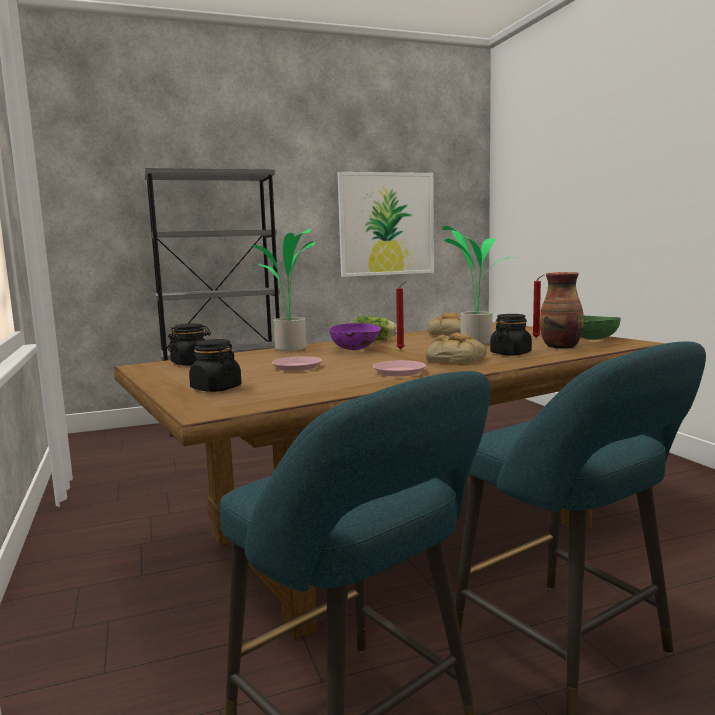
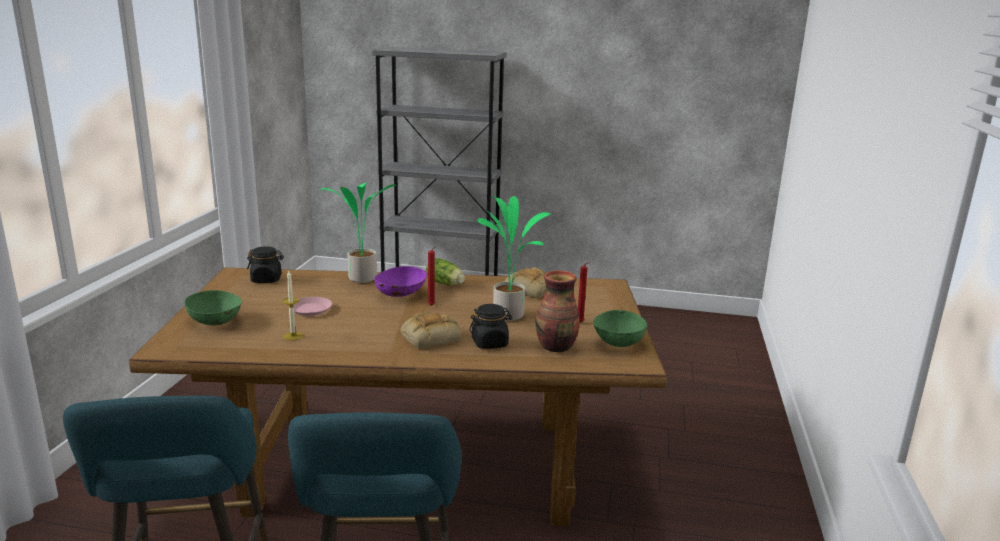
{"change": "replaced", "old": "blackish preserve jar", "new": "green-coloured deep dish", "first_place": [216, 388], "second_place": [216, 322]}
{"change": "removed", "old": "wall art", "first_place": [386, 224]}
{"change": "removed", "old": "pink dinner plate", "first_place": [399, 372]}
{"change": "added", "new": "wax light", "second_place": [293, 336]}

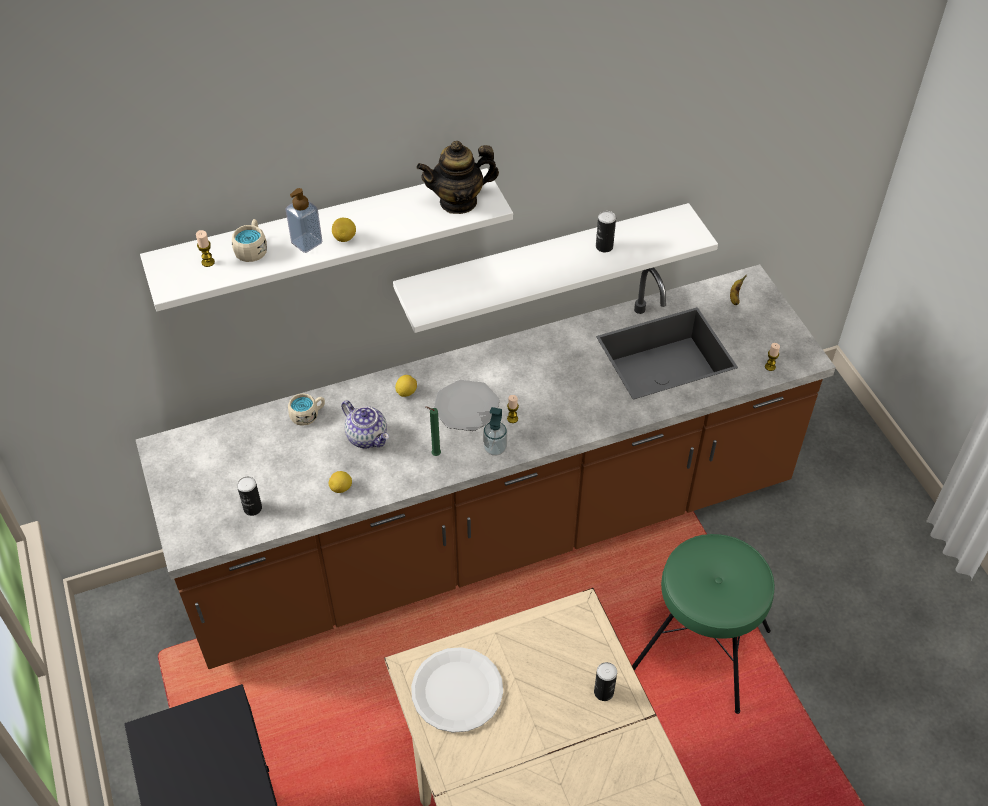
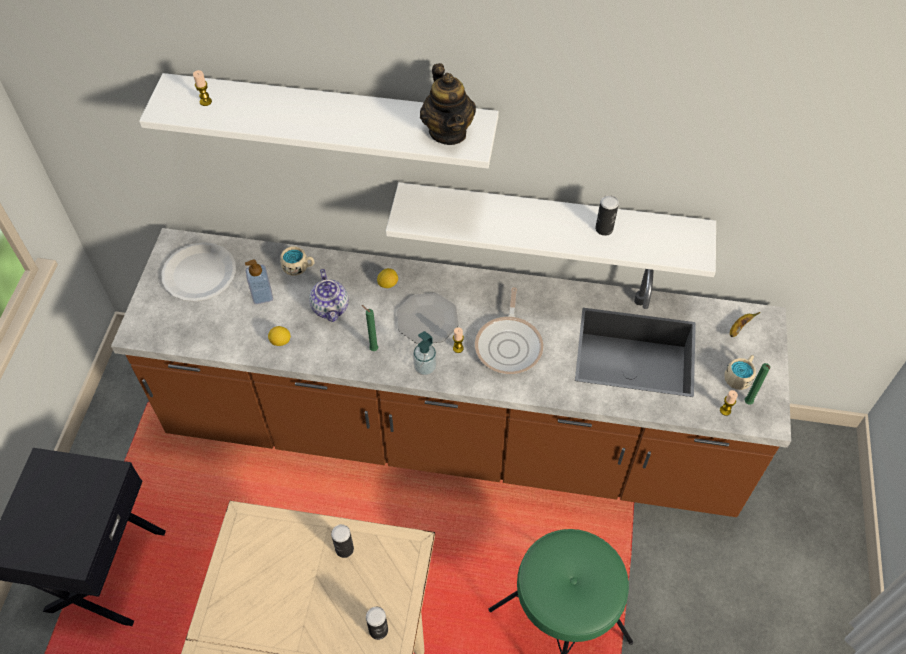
{"change": "moved", "old": "sand-coloured coffee mug", "first_place": [252, 249], "second_place": [739, 376]}
{"change": "moved", "old": "can", "first_place": [252, 508], "second_place": [344, 549]}
{"change": "moved", "old": "soap dispenser", "first_place": [307, 243], "second_place": [262, 296]}
{"change": "removed", "old": "citrus fruit", "first_place": [345, 238]}
{"change": "moved", "old": "whitish dinner plate", "first_place": [457, 691], "second_place": [199, 273]}
{"change": "turned", "old": "pot for tea", "first_place": [458, 201], "second_place": [448, 132], "degrees": -120}
{"change": "added", "new": "frying pan", "second_place": [509, 345]}
{"change": "added", "new": "green-coloured wax light", "second_place": [748, 403]}

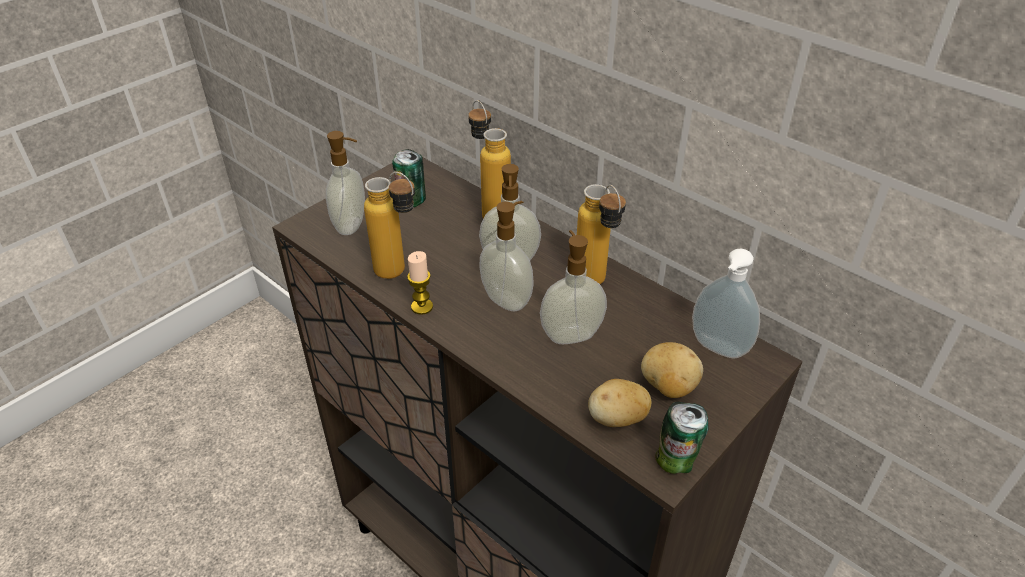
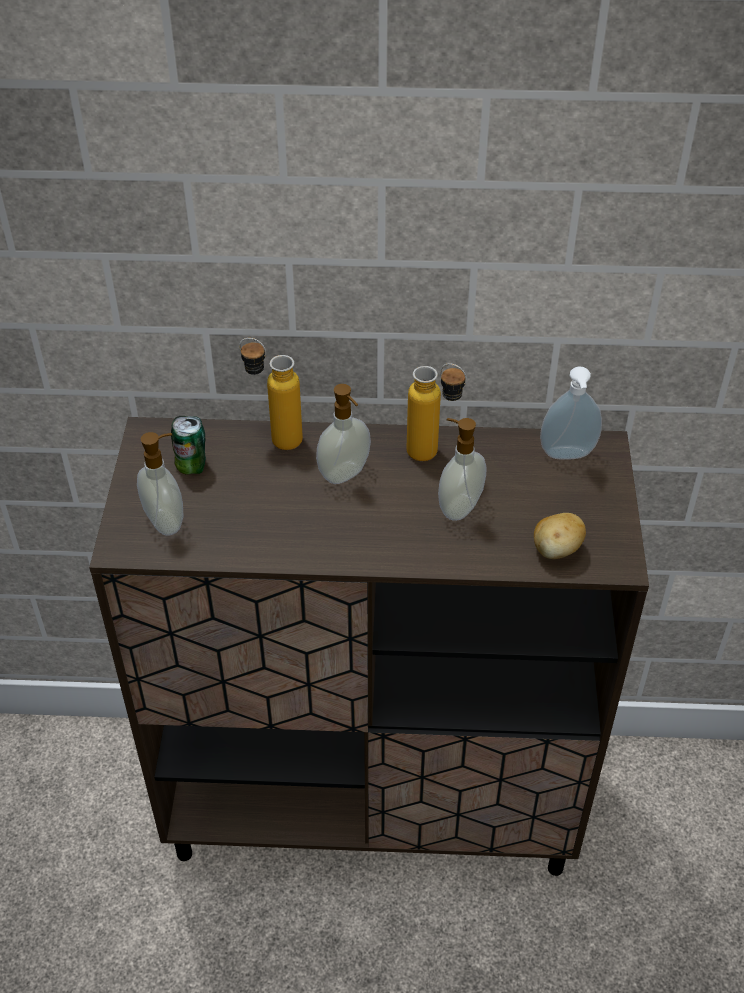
{"change": "removed", "old": "drink bottle", "first_place": [399, 275]}
{"change": "removed", "old": "wax light", "first_place": [422, 307]}
{"change": "removed", "old": "soap dispenser", "first_place": [507, 299]}
{"change": "removed", "old": "whole potato", "first_place": [668, 387]}
{"change": "removed", "old": "can", "first_place": [676, 462]}

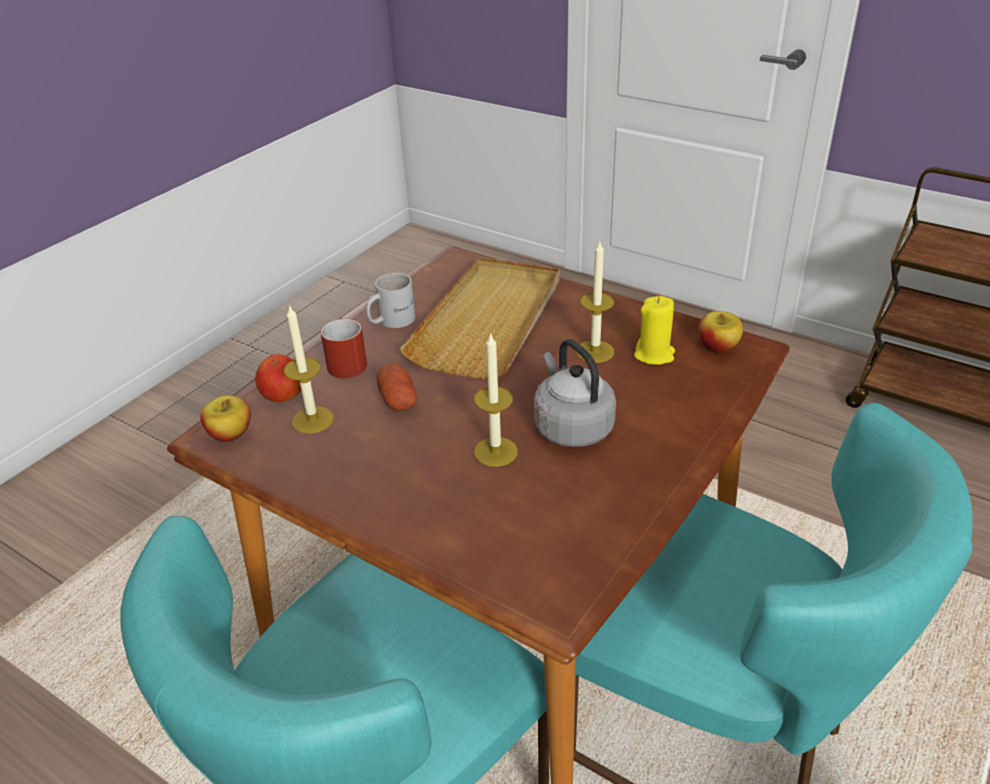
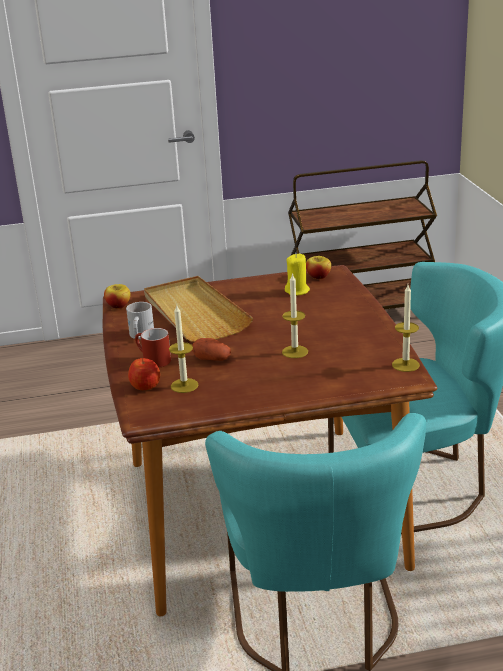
{"change": "moved", "old": "whole apple", "first_place": [230, 434], "second_place": [118, 306]}
{"change": "removed", "old": "greyish water kettle", "first_place": [571, 426]}
{"change": "moved", "old": "wax light", "first_place": [595, 351], "second_place": [405, 365]}

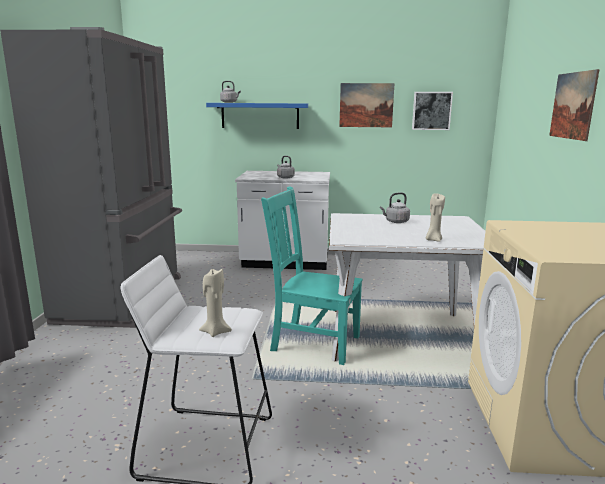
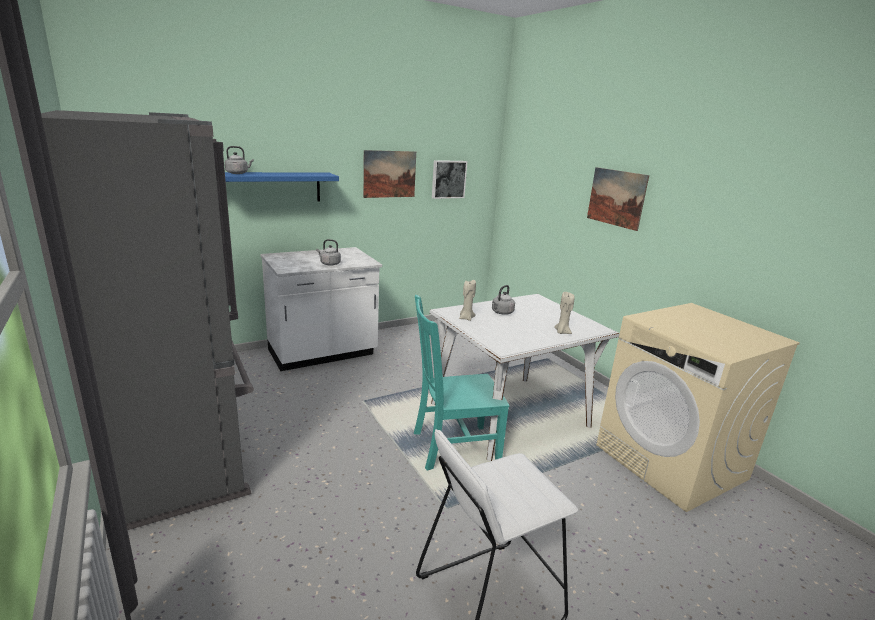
{"change": "moved", "old": "sand-coloured wax light", "first_place": [215, 332], "second_place": [466, 318]}

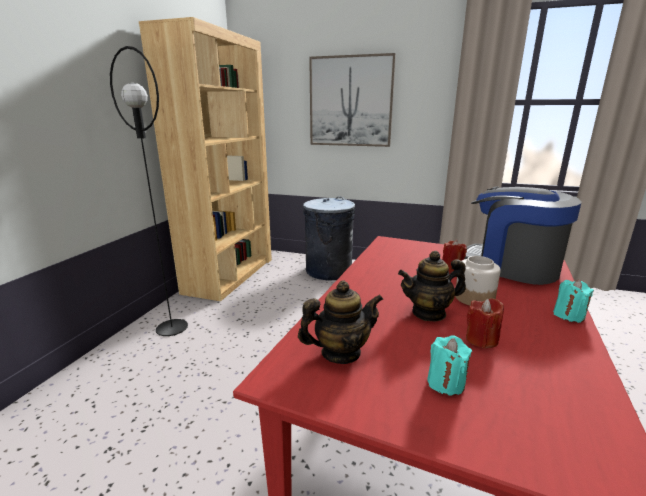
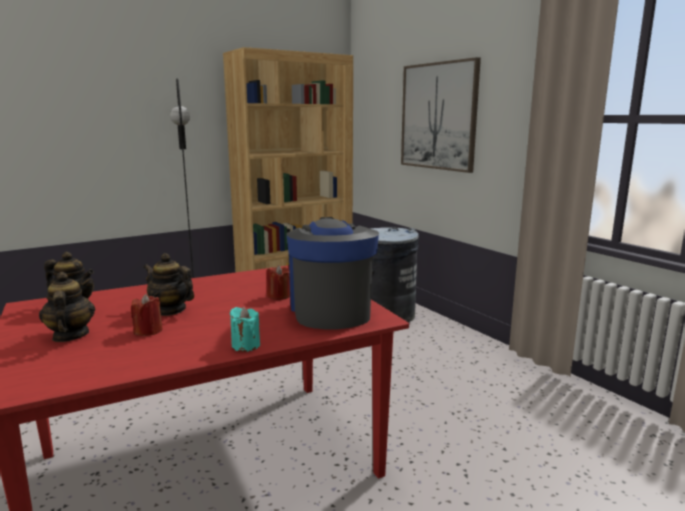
{"change": "replaced", "old": "turquoise-coloured wax light", "new": "pot for tea", "first_place": [446, 383], "second_place": [70, 336]}
{"change": "removed", "old": "preserve jar", "first_place": [475, 298]}

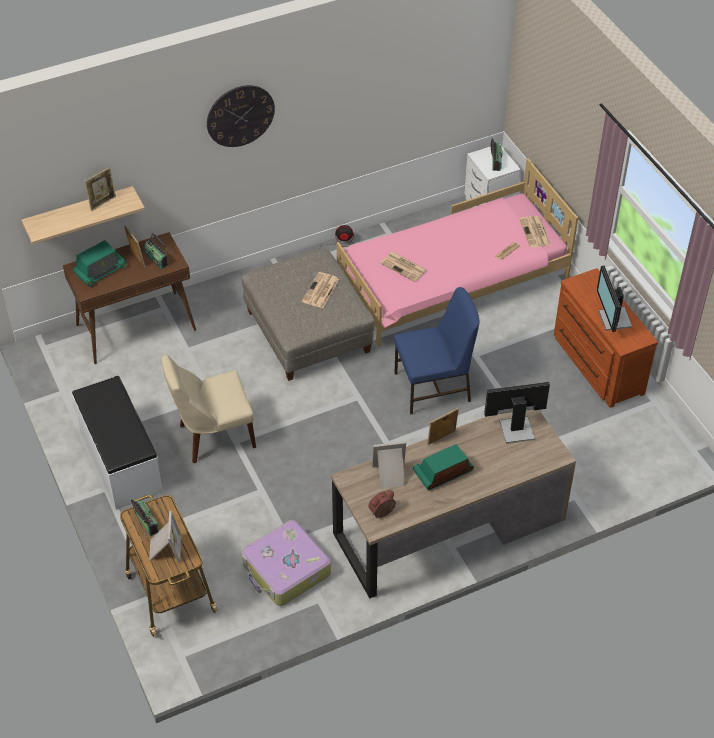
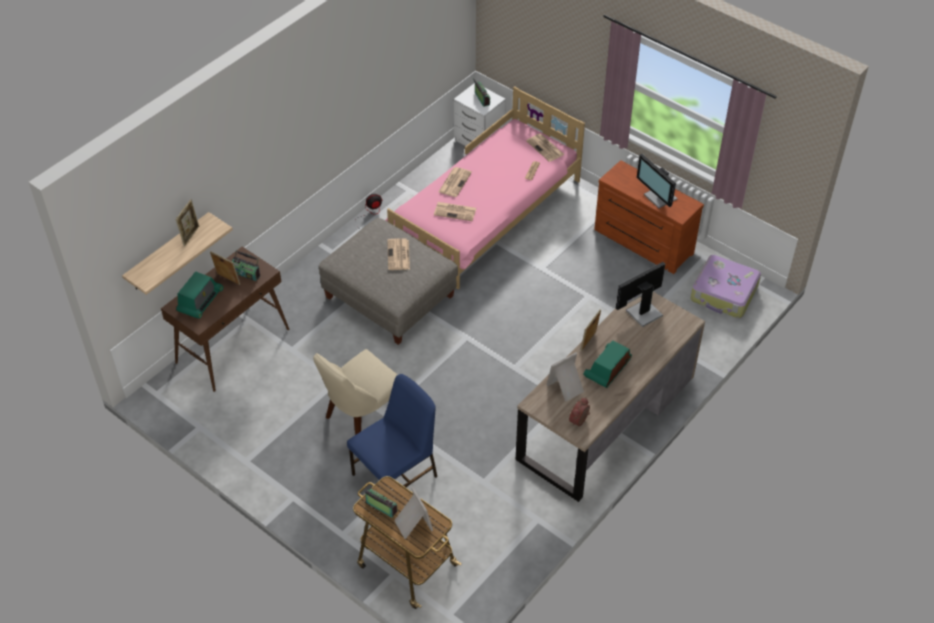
{"change": "removed", "old": "whitish bench", "first_place": [120, 461]}
{"change": "removed", "old": "hanging clock", "first_place": [240, 115]}
{"change": "moved", "old": "travel case", "first_place": [286, 570], "second_place": [724, 294]}
{"change": "moved", "old": "blue-coloured plain chair", "first_place": [434, 387], "second_place": [396, 475]}
{"change": "added", "new": "newspaper", "second_place": [454, 182]}

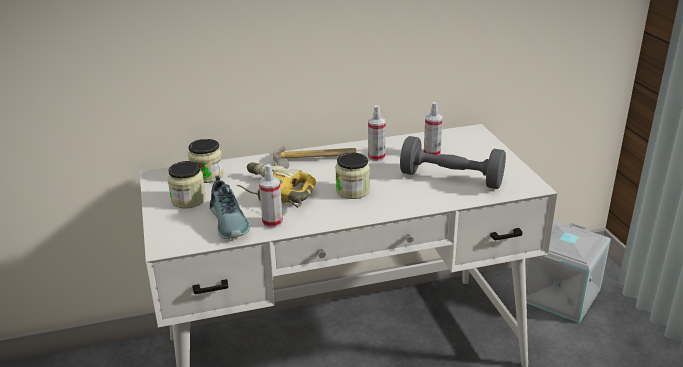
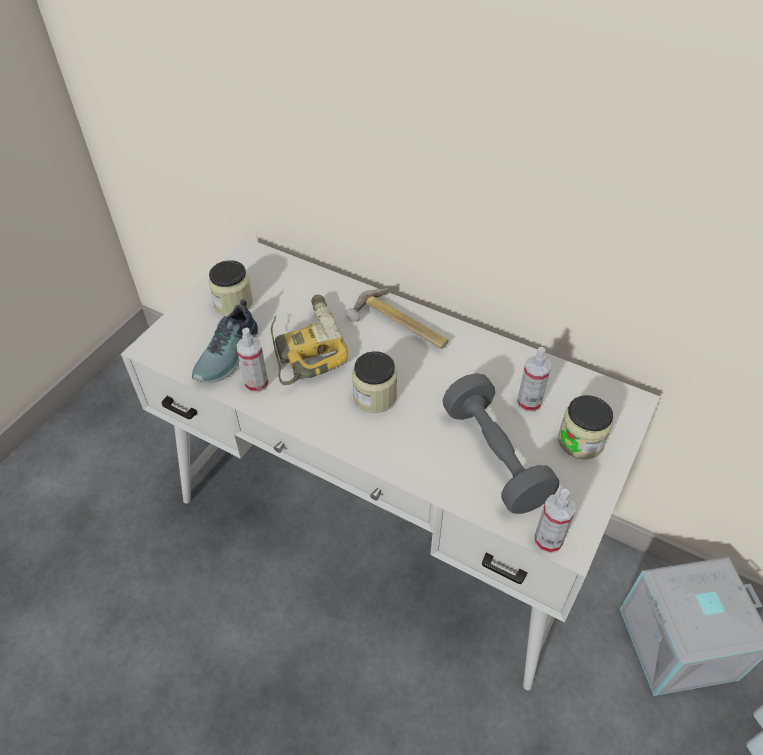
{"change": "moved", "old": "preserve jar", "first_place": [207, 175], "second_place": [580, 441]}
{"change": "moved", "old": "sprayer", "first_place": [376, 157], "second_place": [548, 540]}

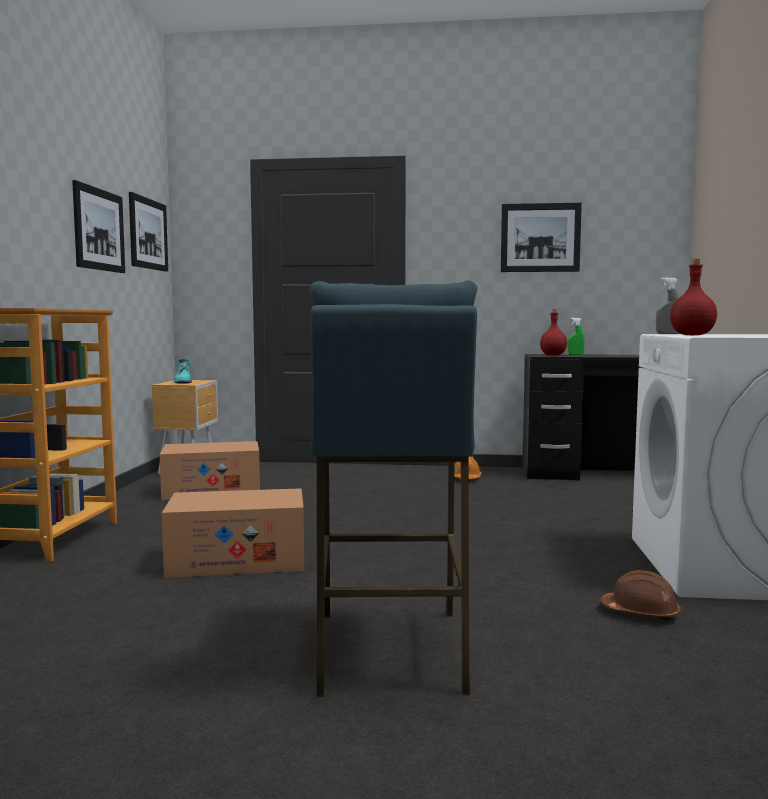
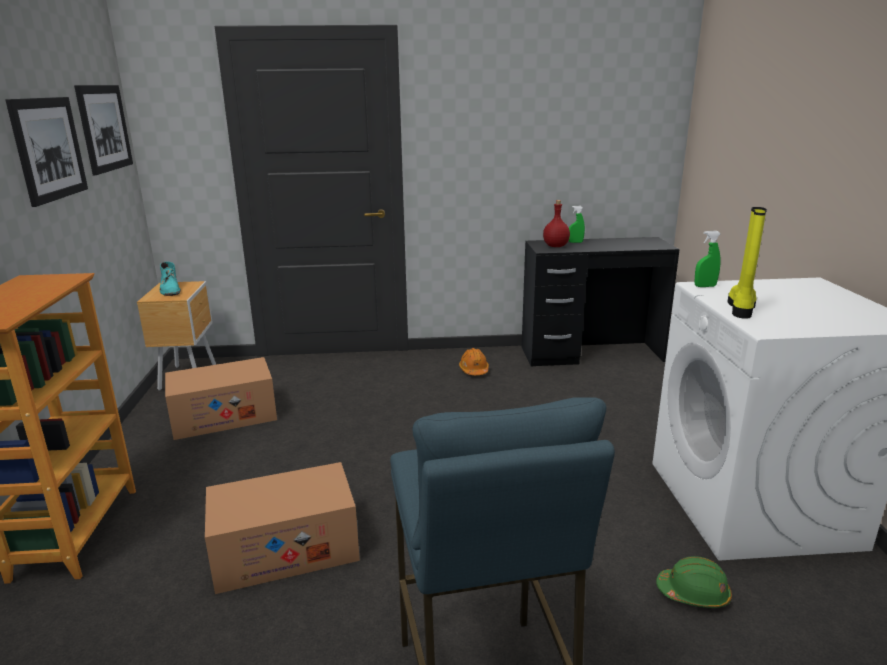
{"change": "removed", "old": "wall art", "first_place": [540, 237]}
{"change": "recoloured", "old": "brownish work helmet", "new": "green-coloured work helmet", "first_place": [640, 612], "second_place": [693, 593]}
{"change": "recoloured", "old": "greyish sprayer", "new": "green-coloured sprayer", "first_place": [667, 334], "second_place": [705, 286]}
{"change": "replaced", "old": "red-coloured drink bottle", "new": "yellowish boot", "first_place": [691, 335], "second_place": [741, 308]}

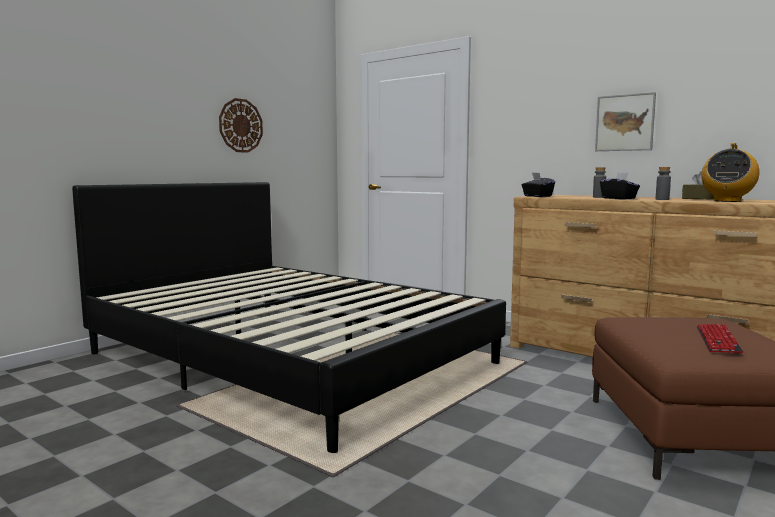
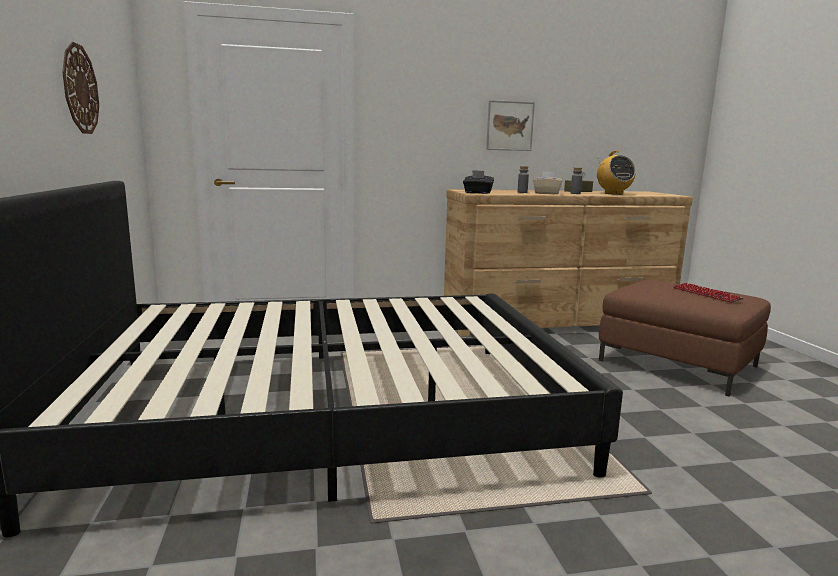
{"change": "recoloured", "old": "blackish box of tissues", "new": "sand-coloured box of tissues", "first_place": [619, 198], "second_place": [546, 193]}

